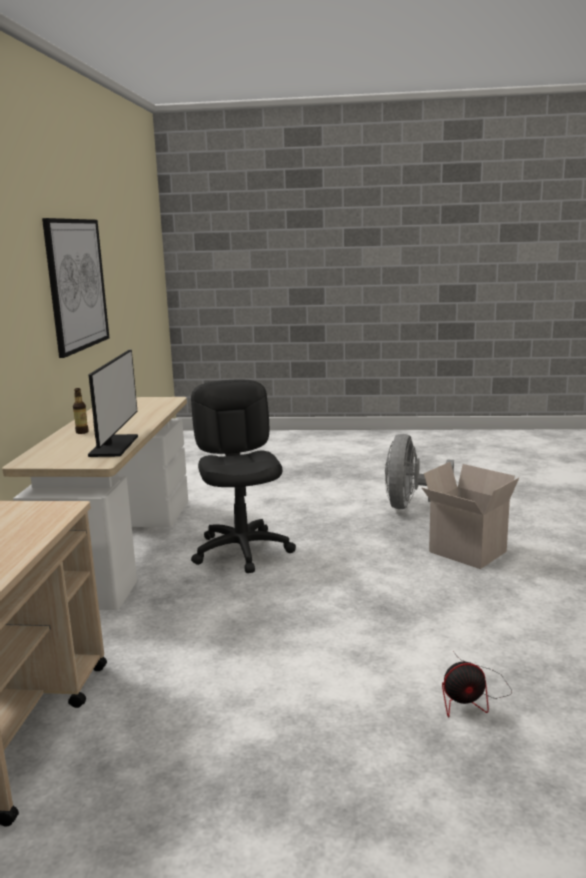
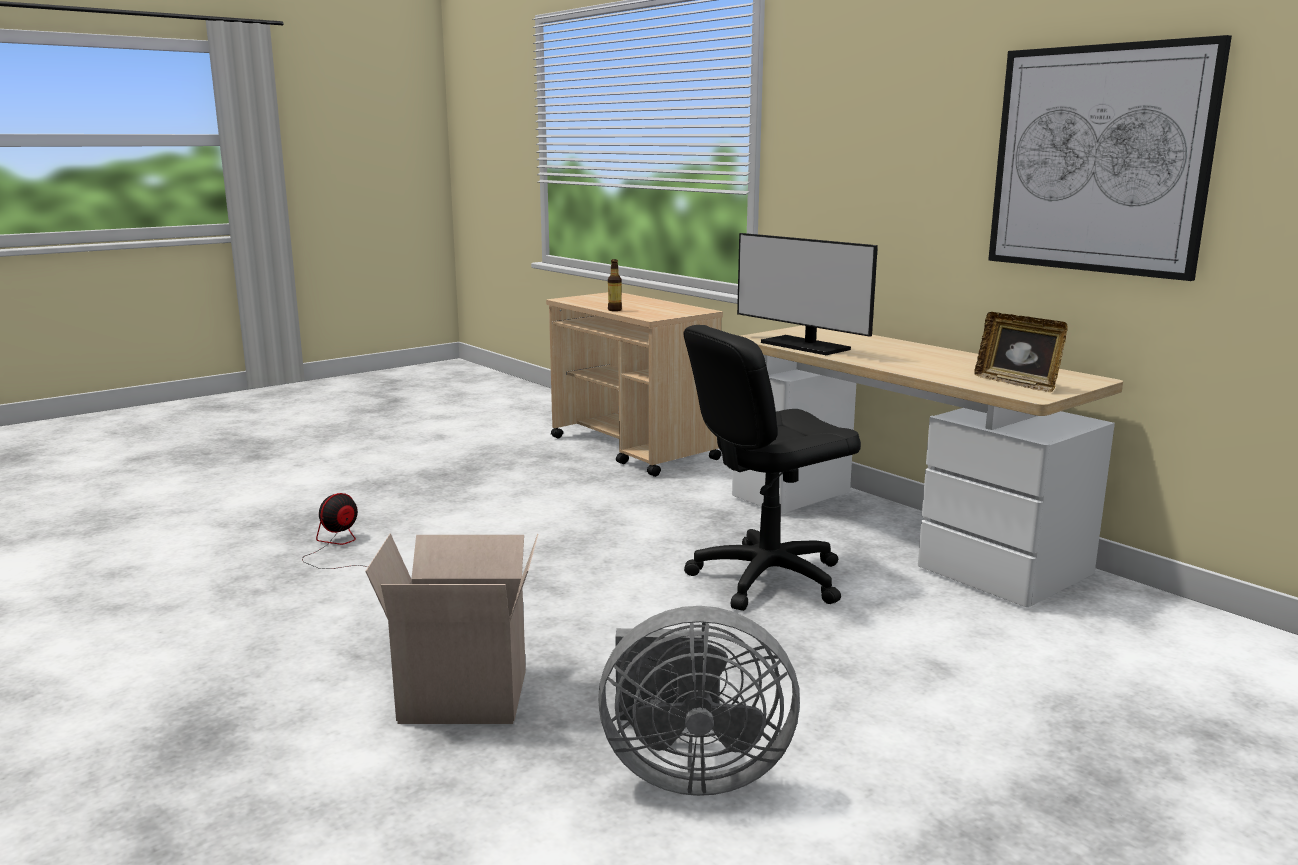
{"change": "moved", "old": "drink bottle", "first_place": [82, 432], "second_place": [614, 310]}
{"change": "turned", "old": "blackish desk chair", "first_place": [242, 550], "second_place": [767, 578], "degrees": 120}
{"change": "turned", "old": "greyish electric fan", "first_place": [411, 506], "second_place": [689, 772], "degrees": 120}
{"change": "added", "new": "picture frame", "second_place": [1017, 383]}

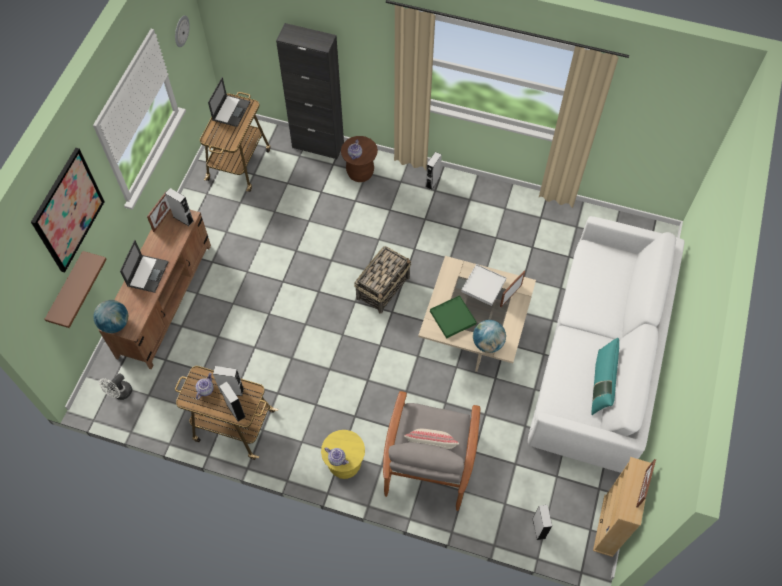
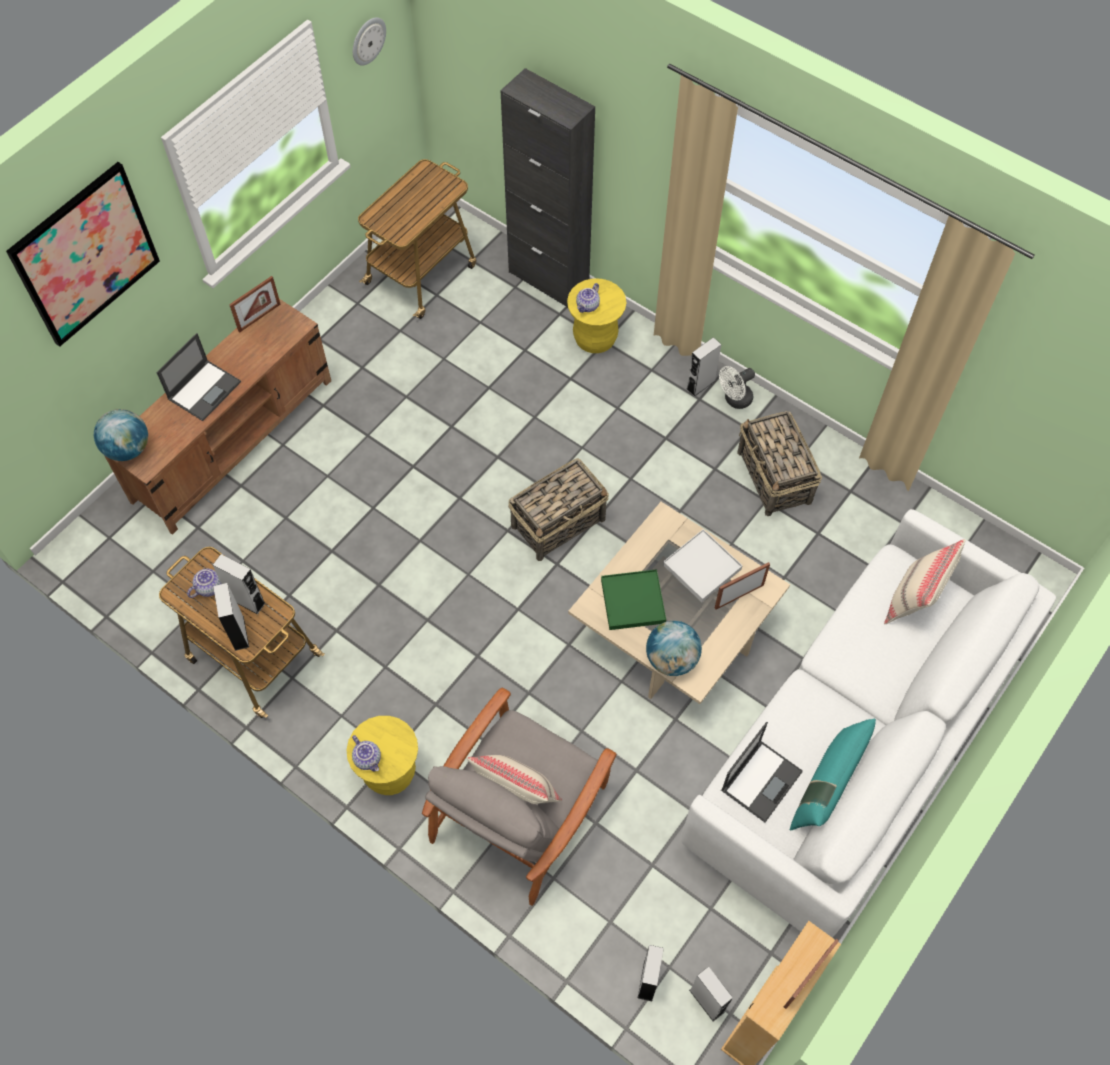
{"change": "removed", "old": "brownish shelf", "first_place": [68, 291]}
{"change": "moved", "old": "whitish electric fan", "first_place": [120, 393], "second_place": [734, 400]}
{"change": "moved", "old": "greyish loudspeaker", "first_place": [183, 219], "second_place": [706, 1001]}
{"change": "moved", "old": "laptop", "first_place": [231, 110], "second_place": [761, 780]}
{"change": "recoloured", "old": "brownish stool seat", "new": "yellowish stool seat", "first_place": [360, 173], "second_place": [595, 339]}
{"change": "added", "new": "basket", "second_place": [774, 478]}
{"change": "added", "new": "sand-coloured cushion", "second_place": [914, 599]}

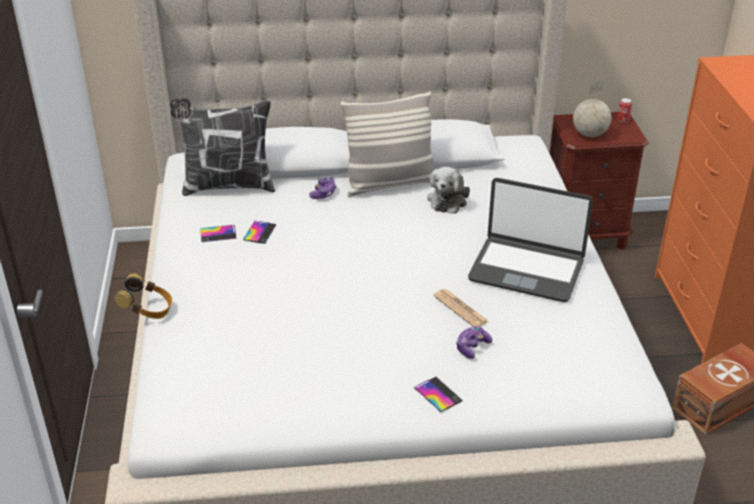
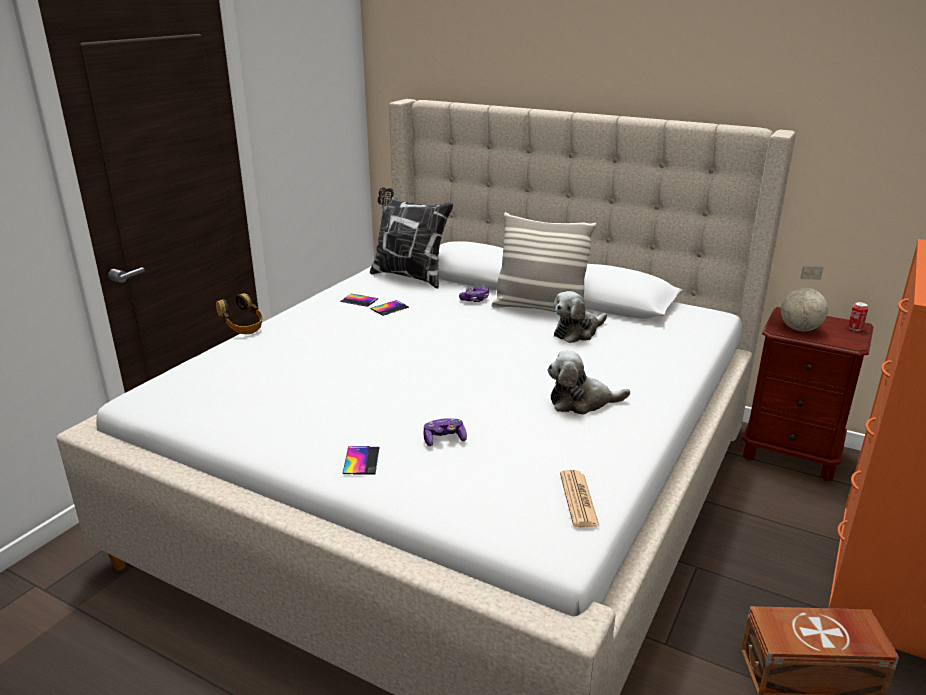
{"change": "moved", "old": "newspaper", "first_place": [460, 309], "second_place": [578, 499]}
{"change": "replaced", "old": "laptop", "new": "plush toy", "first_place": [526, 270], "second_place": [582, 402]}

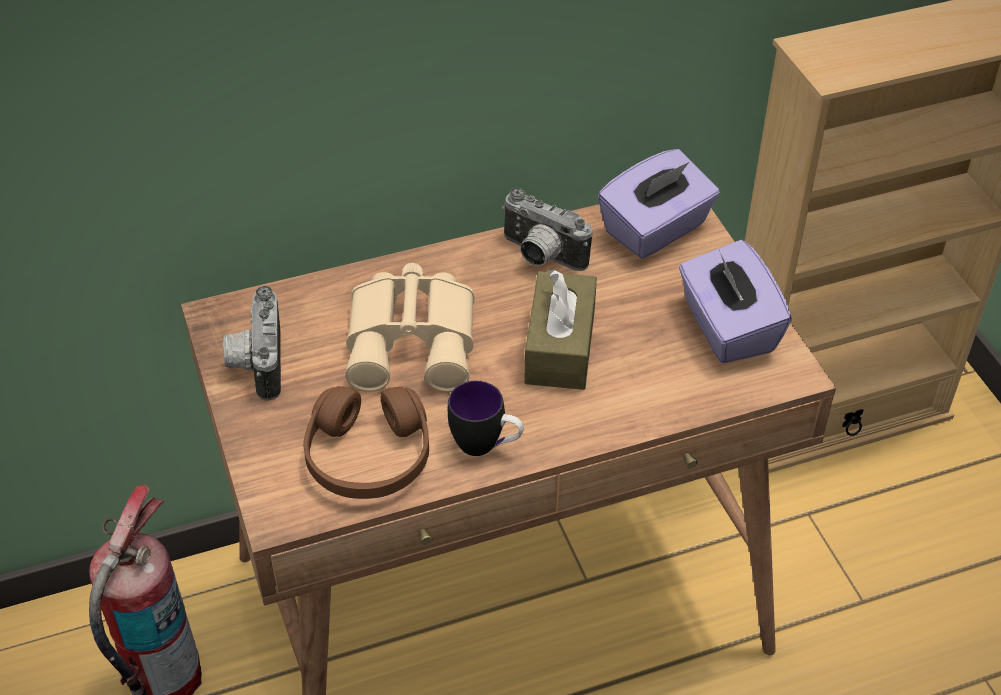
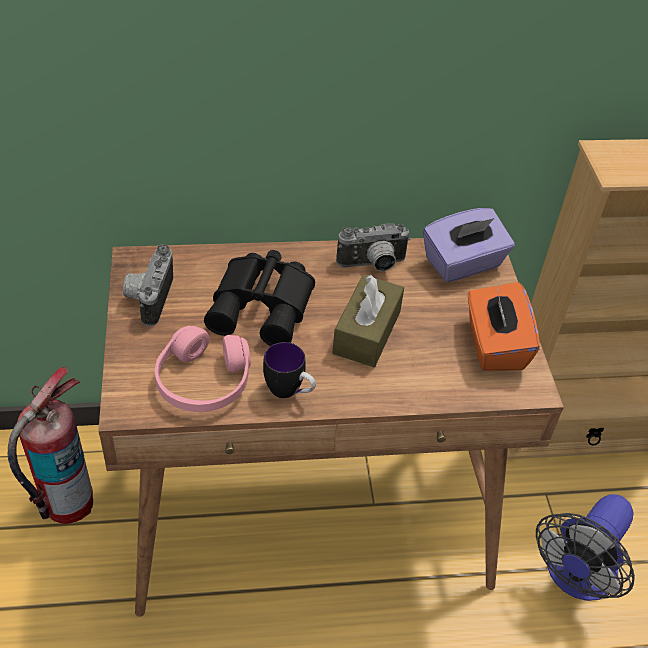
{"change": "recoloured", "old": "brownish pair of headphones", "new": "pink pair of headphones", "first_place": [368, 457], "second_place": [203, 381]}
{"change": "recoloured", "old": "sand-coloured binoculars", "new": "blackish binoculars", "first_place": [415, 340], "second_place": [264, 306]}
{"change": "turned", "old": "photo camera", "first_place": [540, 256], "second_place": [373, 265], "degrees": -60}
{"change": "recoloured", "old": "purple-coloured box of tissues", "new": "orange-coloured box of tissues", "first_place": [727, 328], "second_place": [494, 345]}
{"change": "added", "new": "electric fan", "second_place": [575, 577]}

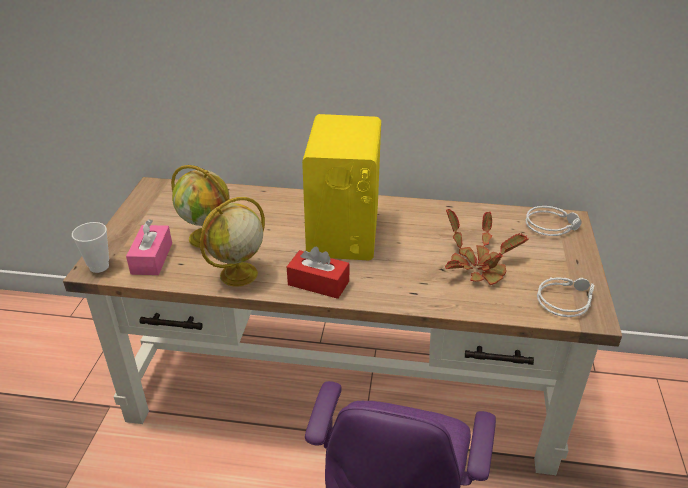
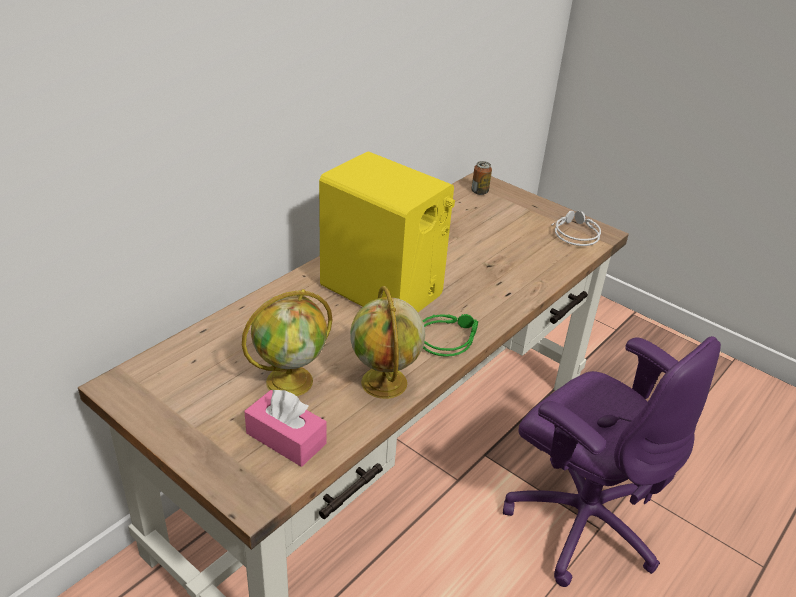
{"change": "removed", "old": "small cup", "first_place": [99, 266]}
{"change": "replaced", "old": "red-coloured box of tissues", "new": "green-coloured pair of headphones", "first_place": [318, 283], "second_place": [447, 338]}
{"change": "removed", "old": "potted plant", "first_place": [478, 265]}
{"change": "replaced", "old": "greyish pair of headphones", "new": "can", "first_place": [551, 225], "second_place": [479, 191]}

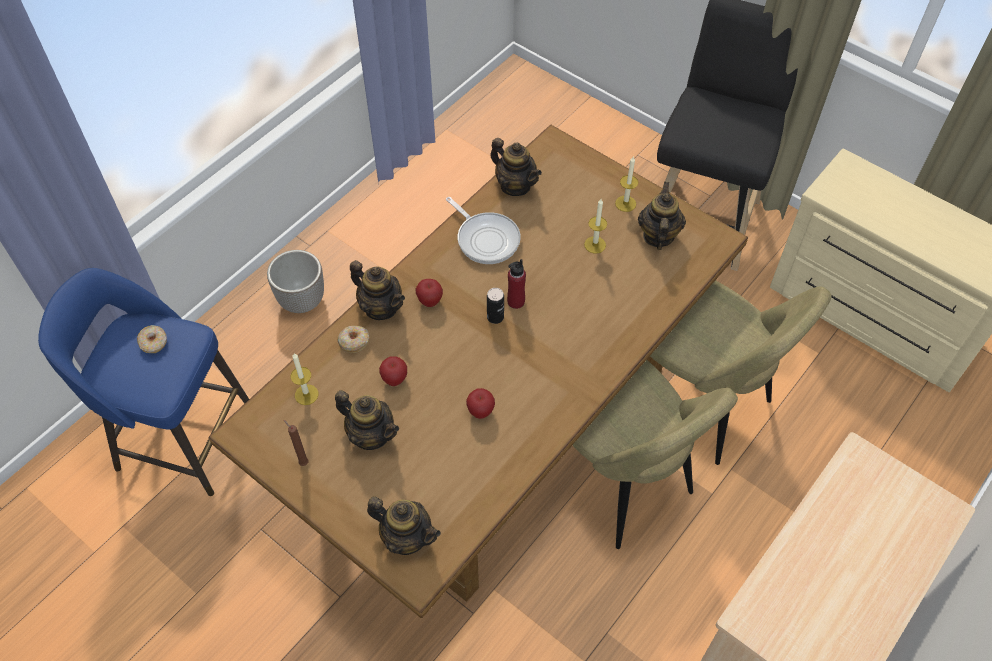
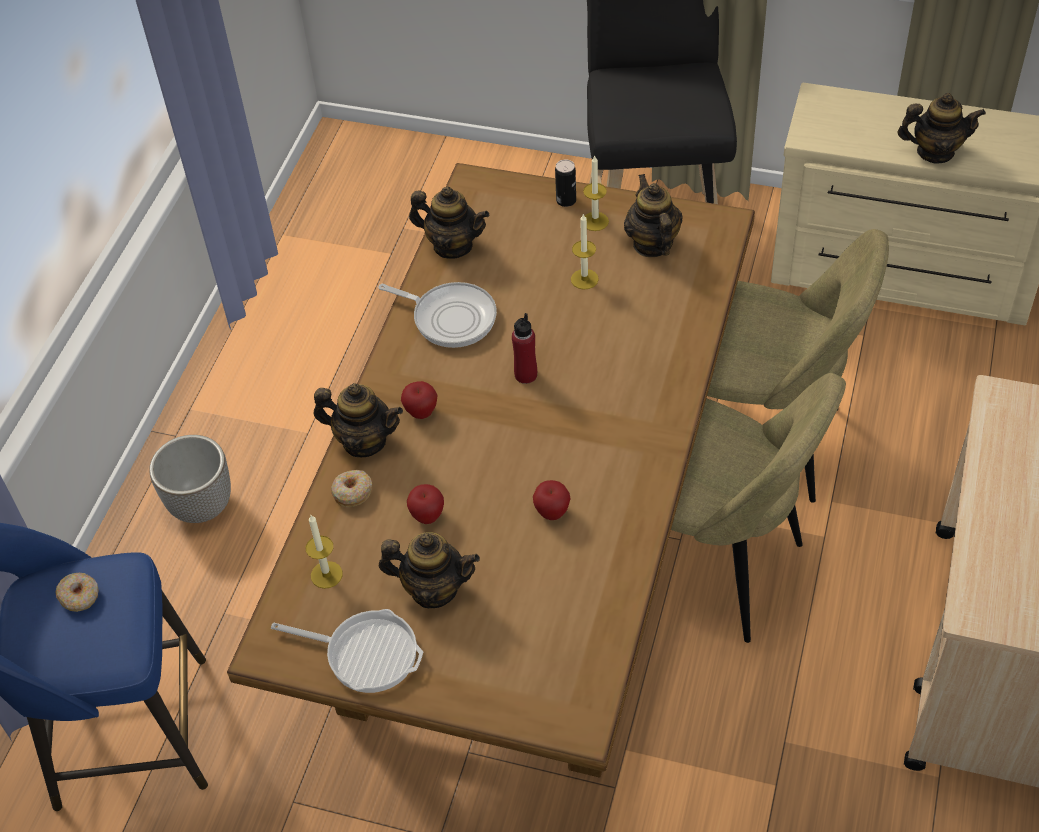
{"change": "replaced", "old": "brownish wax light", "new": "frying pan", "first_place": [302, 462], "second_place": [366, 653]}
{"change": "moved", "old": "pot for tea", "first_place": [406, 537], "second_place": [935, 152]}
{"change": "moved", "old": "can", "first_place": [495, 317], "second_place": [566, 200]}

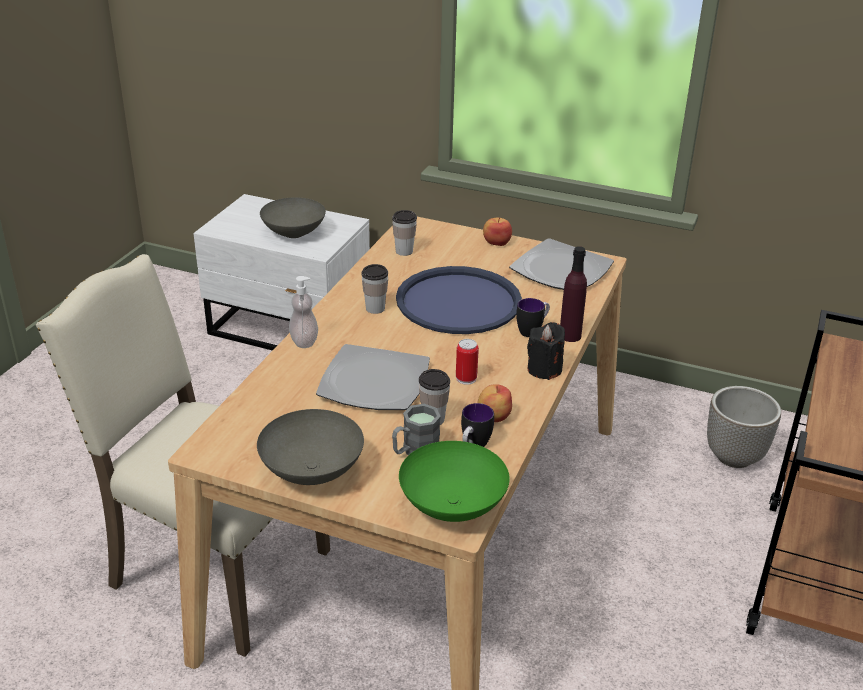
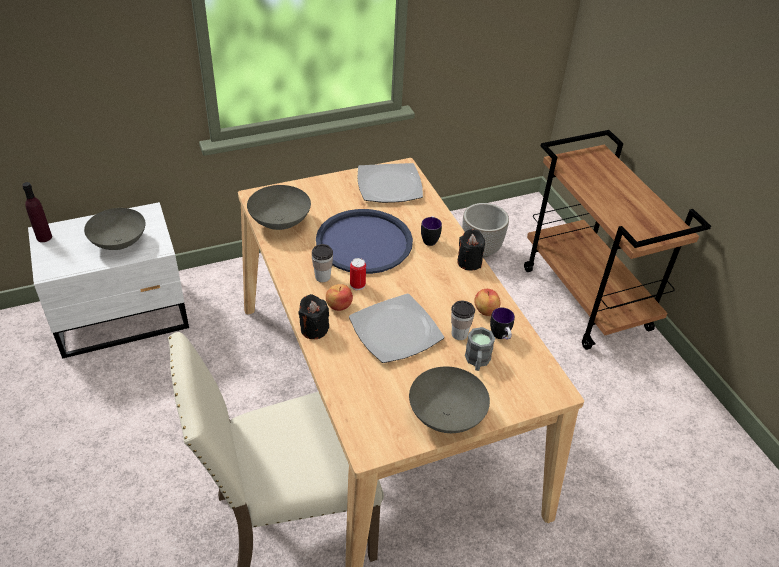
{"change": "replaced", "old": "soap dispenser", "new": "blackish wax light", "first_place": [304, 341], "second_place": [314, 329]}
{"change": "replaced", "old": "small cup", "new": "greyish deep dish", "first_place": [404, 251], "second_place": [280, 222]}
{"change": "removed", "old": "green-coloured deep dish", "first_place": [454, 506]}
{"change": "moved", "old": "can", "first_place": [466, 378], "second_place": [357, 285]}
{"change": "moved", "old": "whole apple", "first_place": [496, 242], "second_place": [339, 305]}
{"change": "moved", "old": "purple-coloured drink bottle", "first_place": [570, 336], "second_place": [44, 237]}

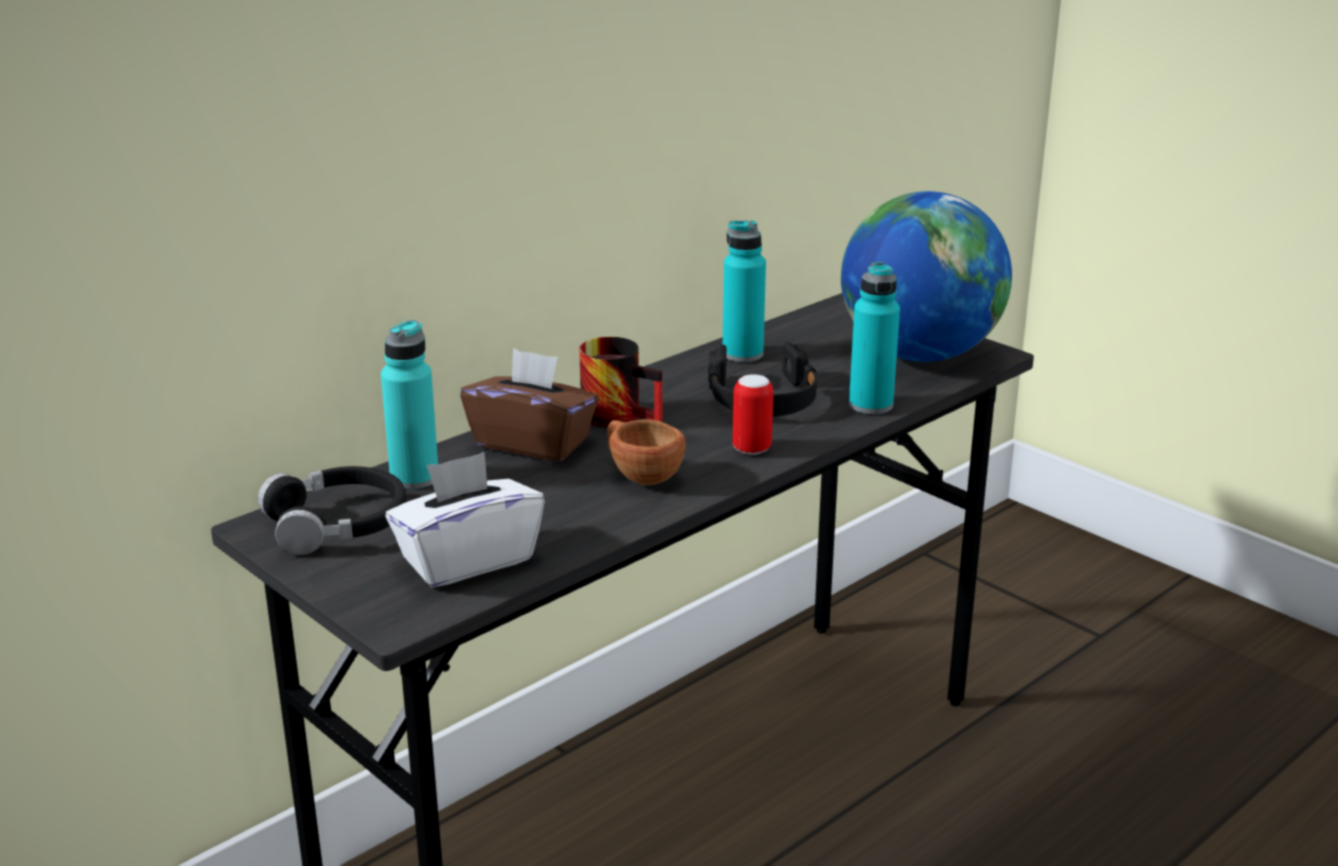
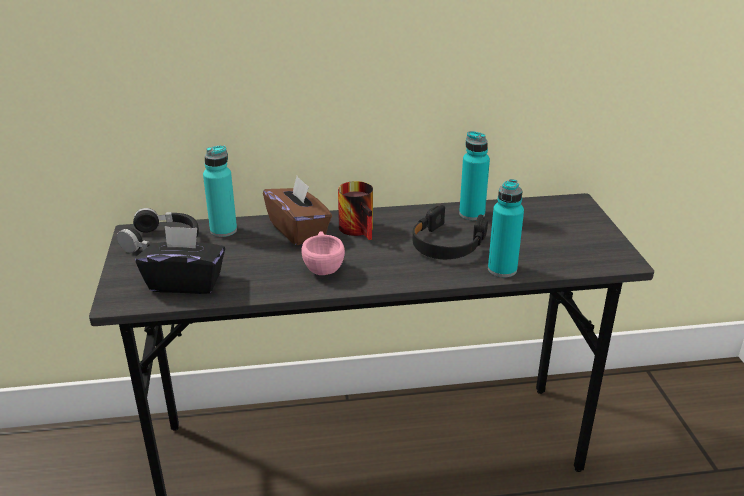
{"change": "recoloured", "old": "whitish box of tissues", "new": "blackish box of tissues", "first_place": [467, 560], "second_place": [186, 282]}
{"change": "recoloured", "old": "brownish small cup", "new": "pink small cup", "first_place": [640, 475], "second_place": [323, 267]}
{"change": "removed", "old": "can", "first_place": [752, 449]}
{"change": "removed", "old": "world globe", "first_place": [919, 355]}

